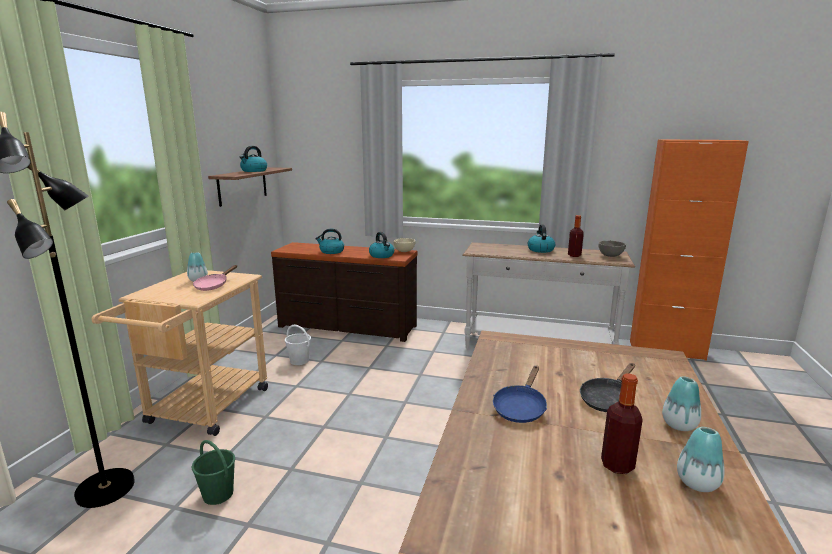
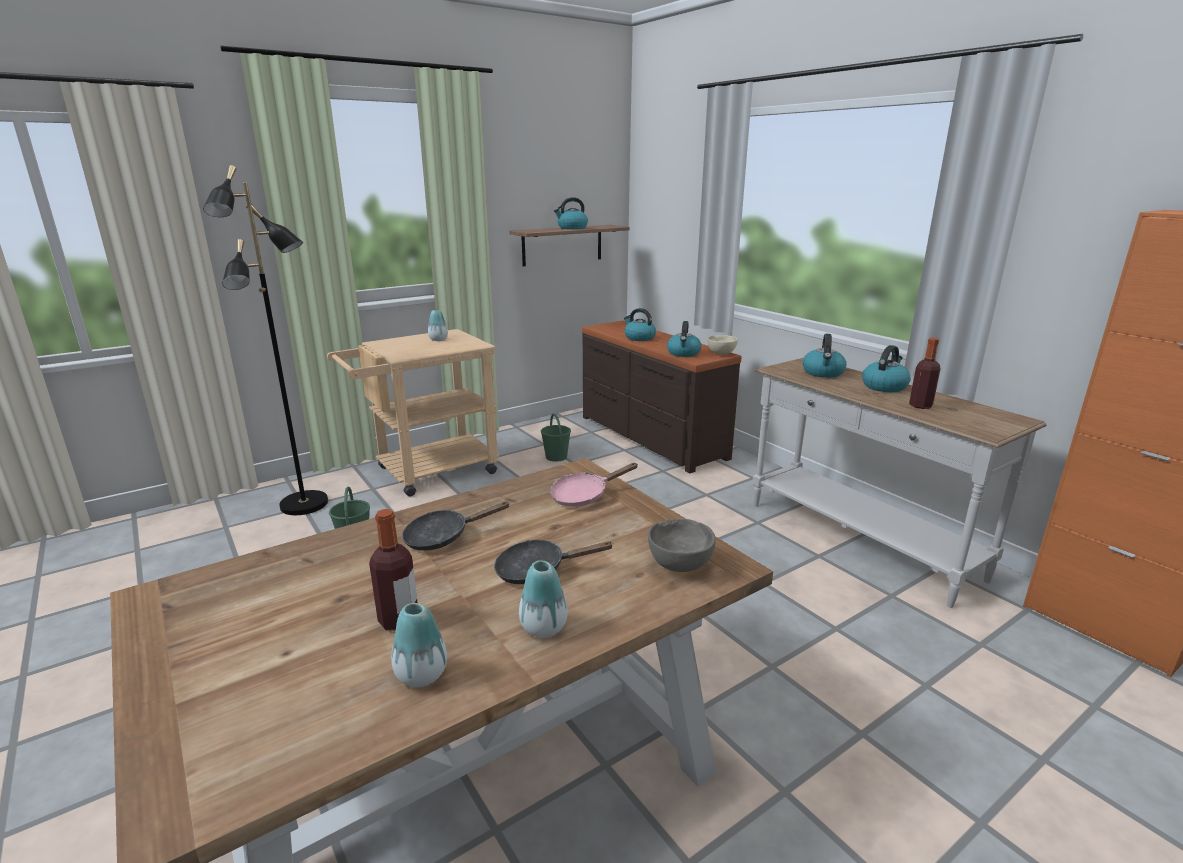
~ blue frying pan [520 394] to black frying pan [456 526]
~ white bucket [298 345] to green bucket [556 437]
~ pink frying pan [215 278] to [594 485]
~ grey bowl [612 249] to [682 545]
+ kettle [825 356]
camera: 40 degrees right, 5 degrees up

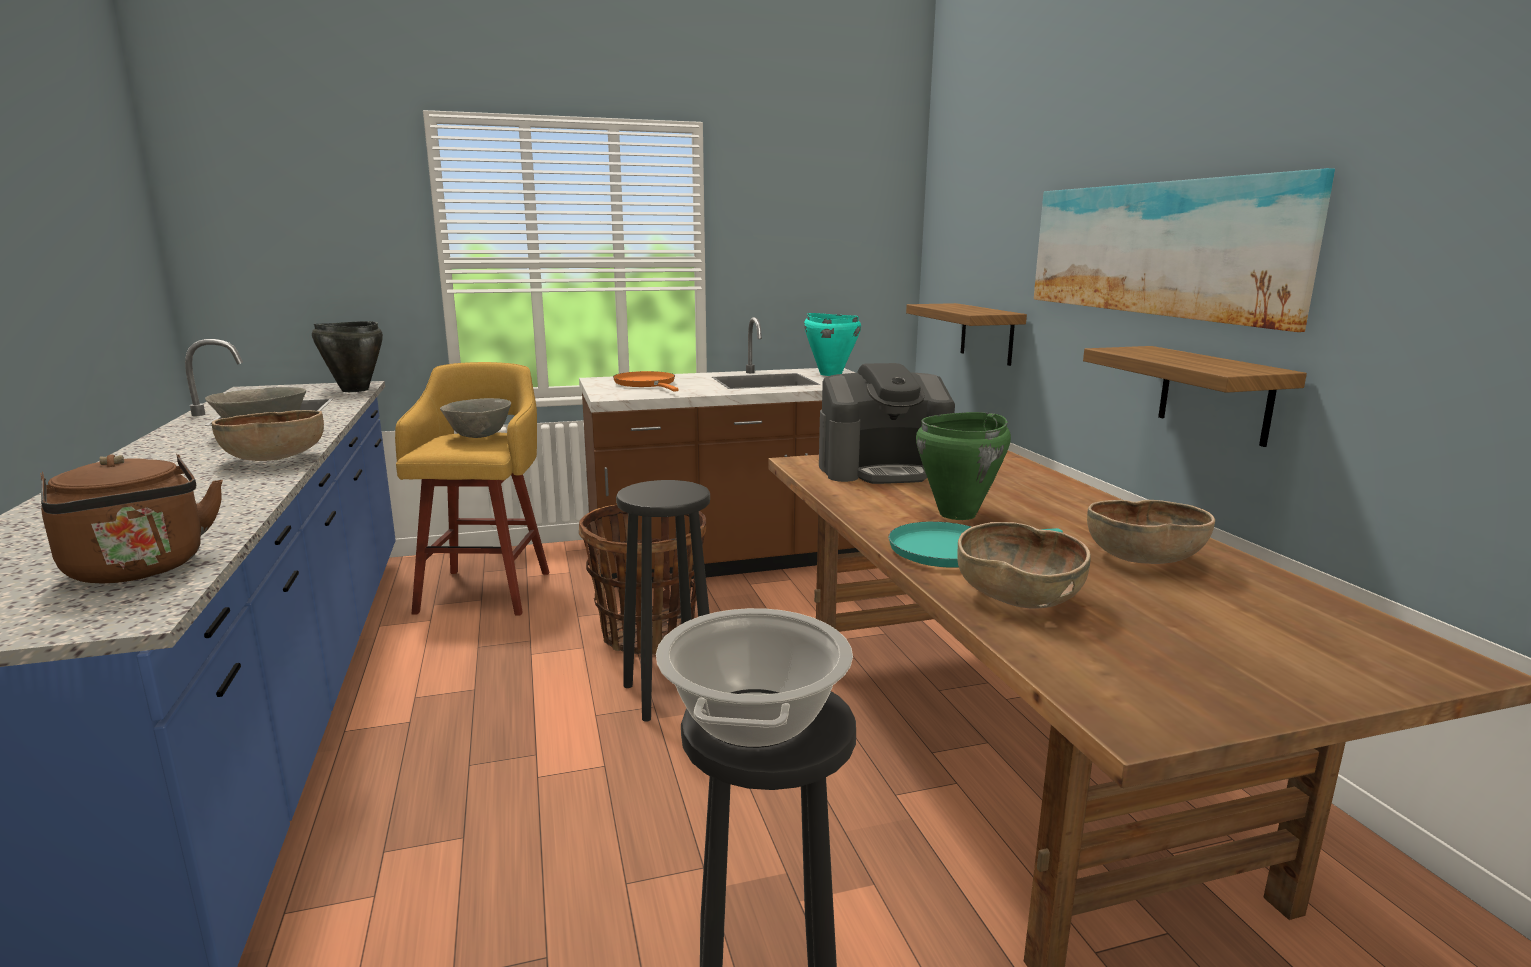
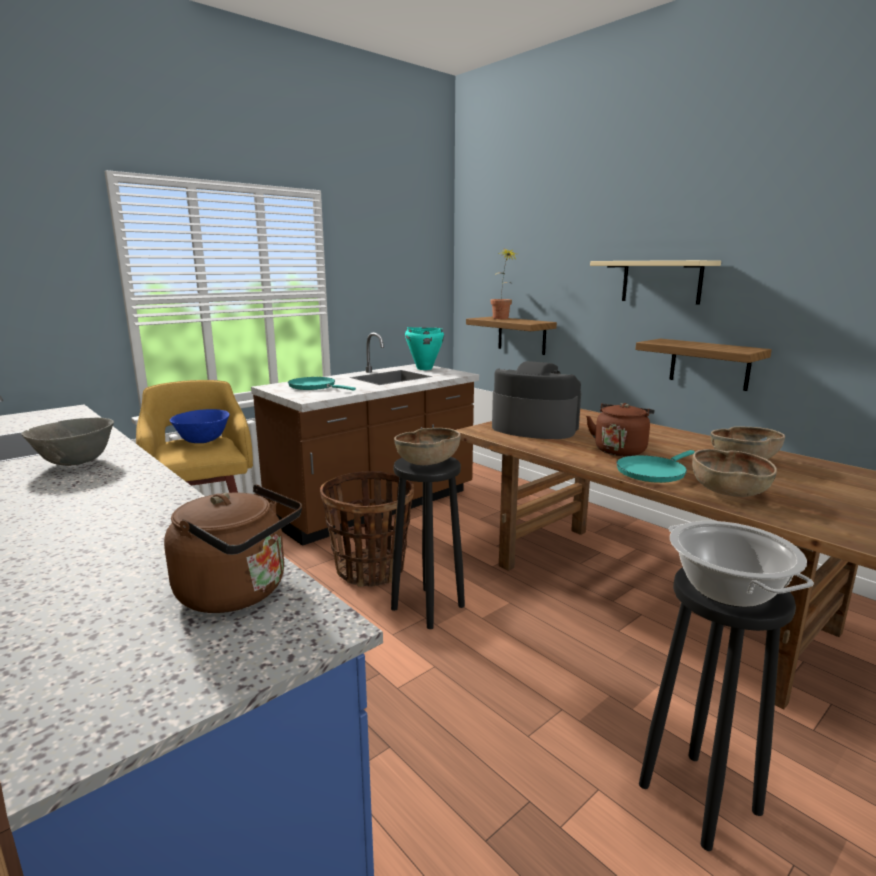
~ grey bowl [475 418] to blue bowl [199 426]
~ orange frying pan [646 381] to turquoise frying pan [322 383]
~ brown bowl [268 435] to [427 446]
+ potted plant [504 284]
~ coffee machine [887 423] = [536 400] 120 degrees counterclockwise
~ green cooking pot [963 466] to brown kettle [620 429]
~ picture [1184 250] to beige shelf [655 282]
- black cooking pot [347 356]
camera: 25 degrees left, 0 degrees up

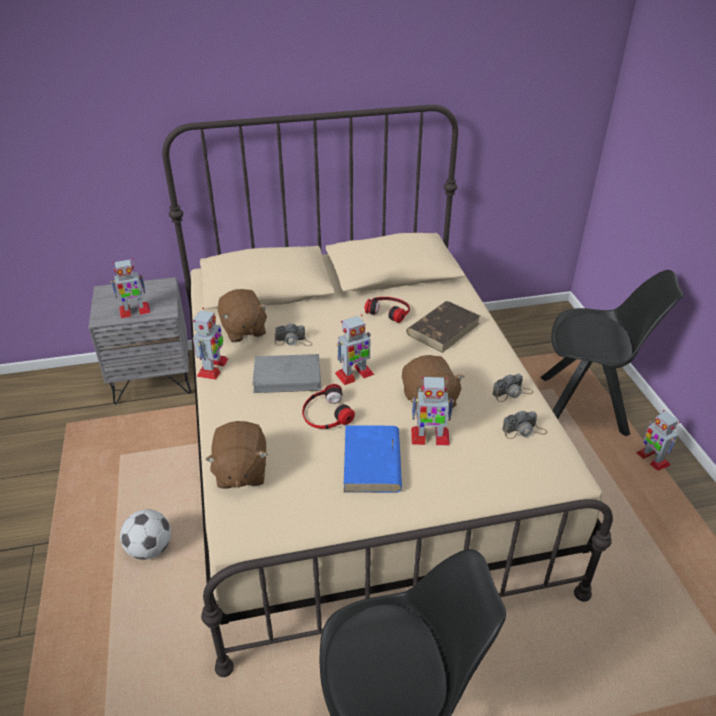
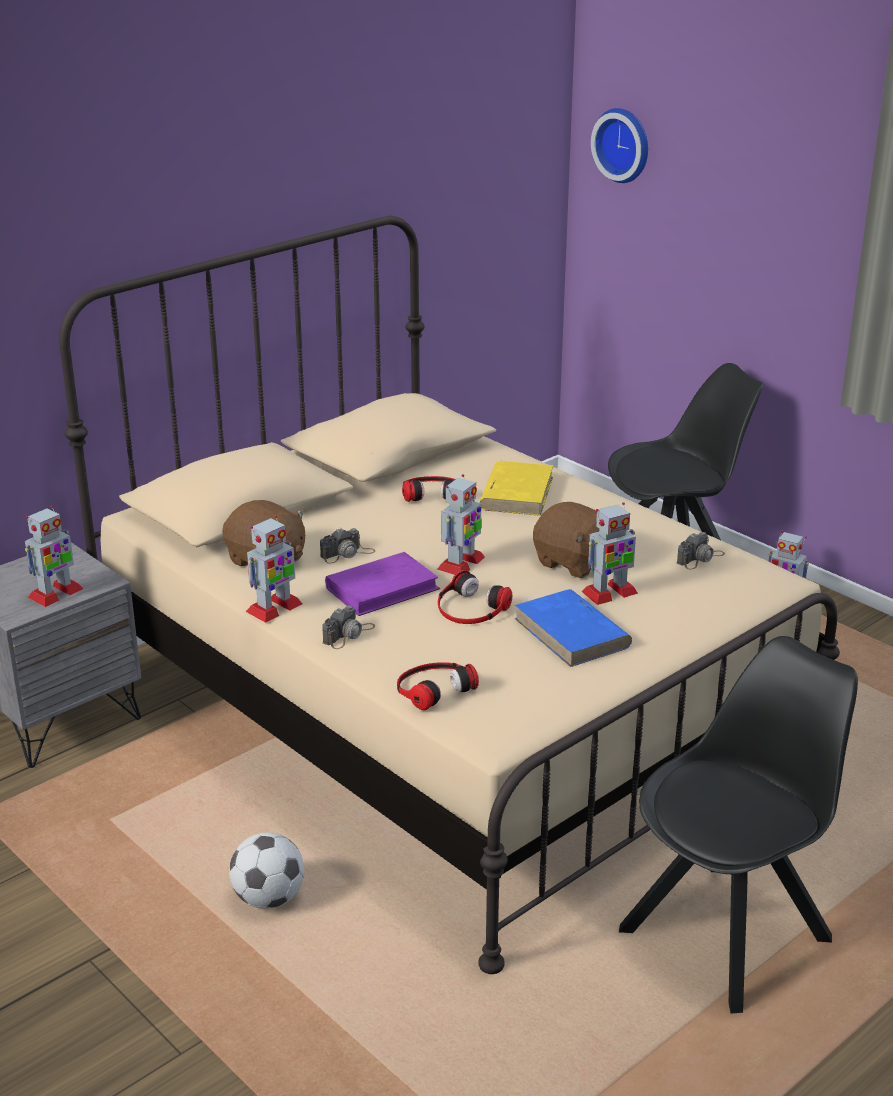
~ toy robot [210 343] = [274 569] 60 degrees clockwise
~ photo camera [513 388] to [348 627]
~ grey book [286 373] to purple book [382 584]
~ brown plush toy [236 455] to headphones [438 686]
~ brown book [443 327] to yellow book [516 488]
+ wall clock [619 145]
camera: 30 degrees left, 10 degrees down

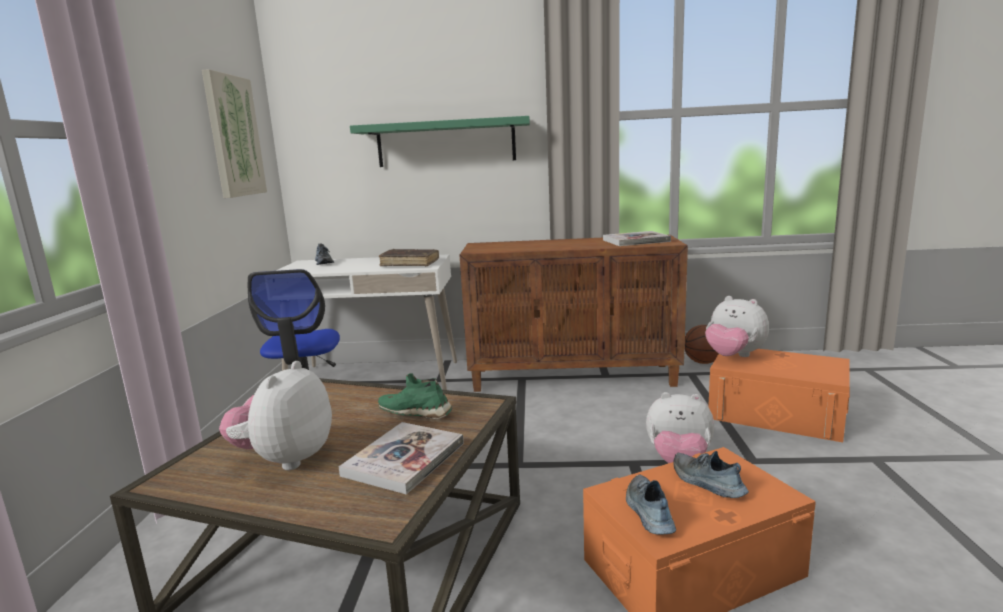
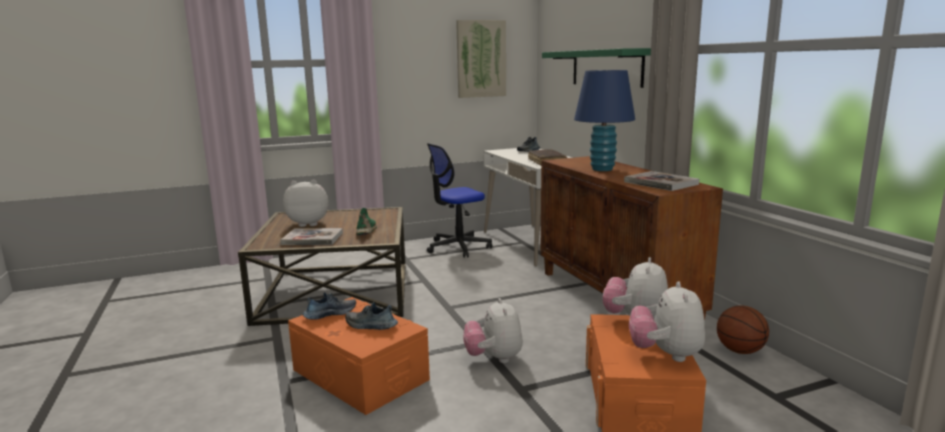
~ shoe [711 474] = [371 316] 105 degrees counterclockwise
+ blue table lamp [604 120]
+ plush toy [667 321]
camera: 65 degrees right, 0 degrees up

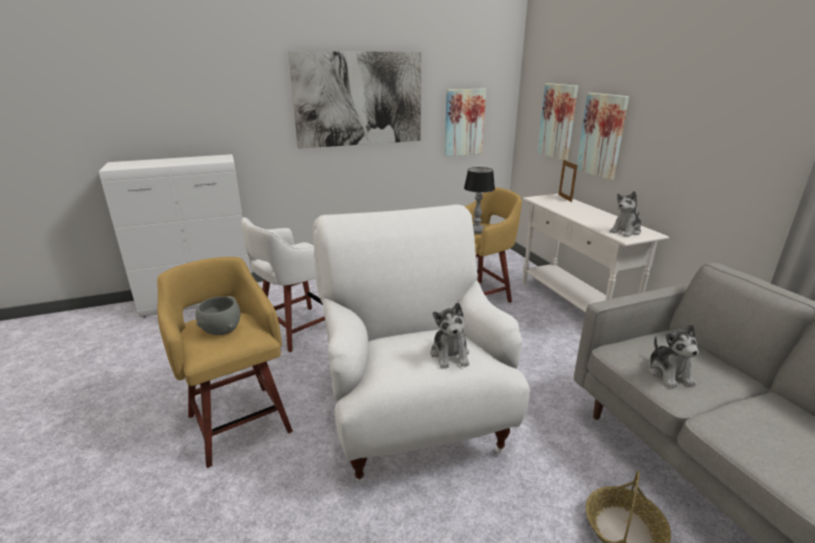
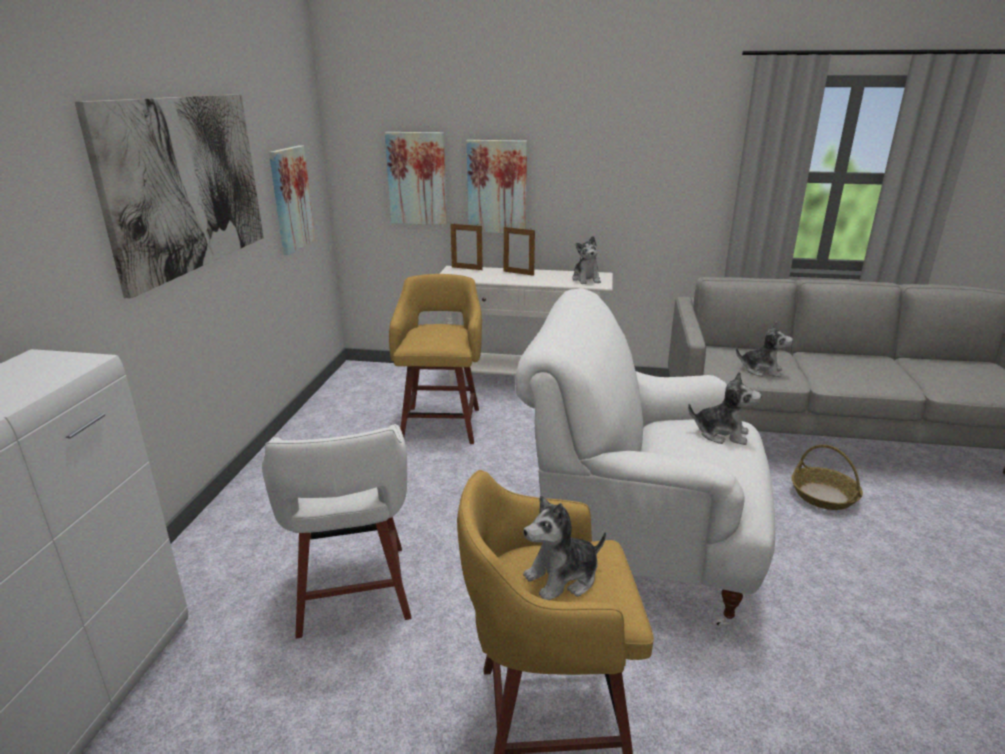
+ picture frame [519 251]
~ grey bowl [218 315] to plush toy [564 547]
- table lamp [479 200]
camera: 60 degrees left, 0 degrees up

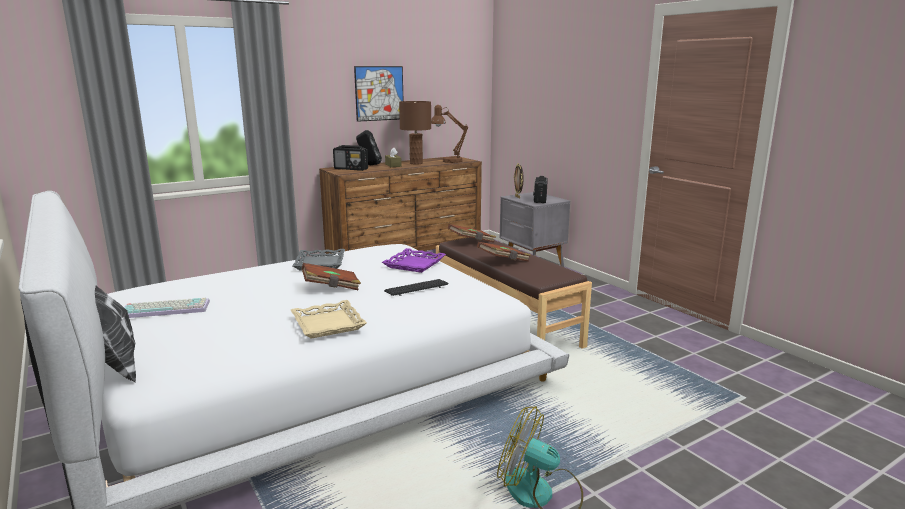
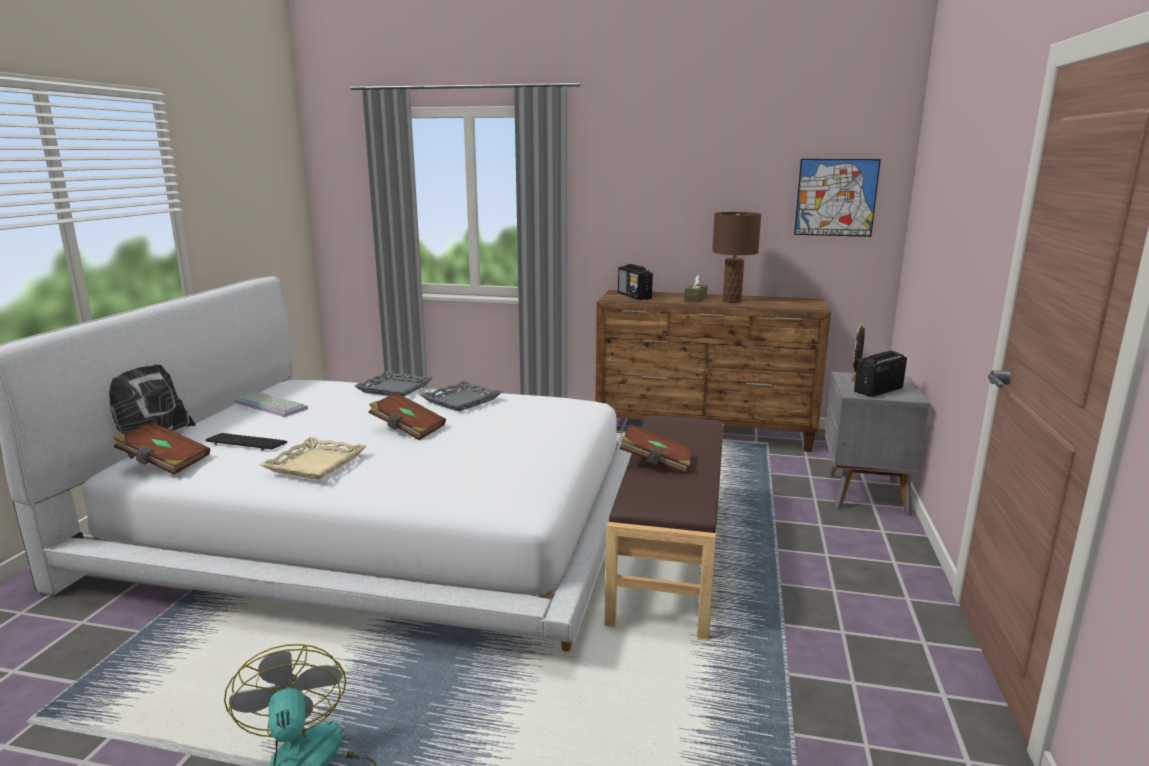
~ brown book [472 233] to [161 448]
~ keyboard [416 287] to [246 441]
+ grey tray [394 383]
~ picture [378 94] to [837 198]
- black speaker [369 147]
- purple tray [414 260]
- brown table lamp [449 134]
camera: 45 degrees right, 0 degrees up

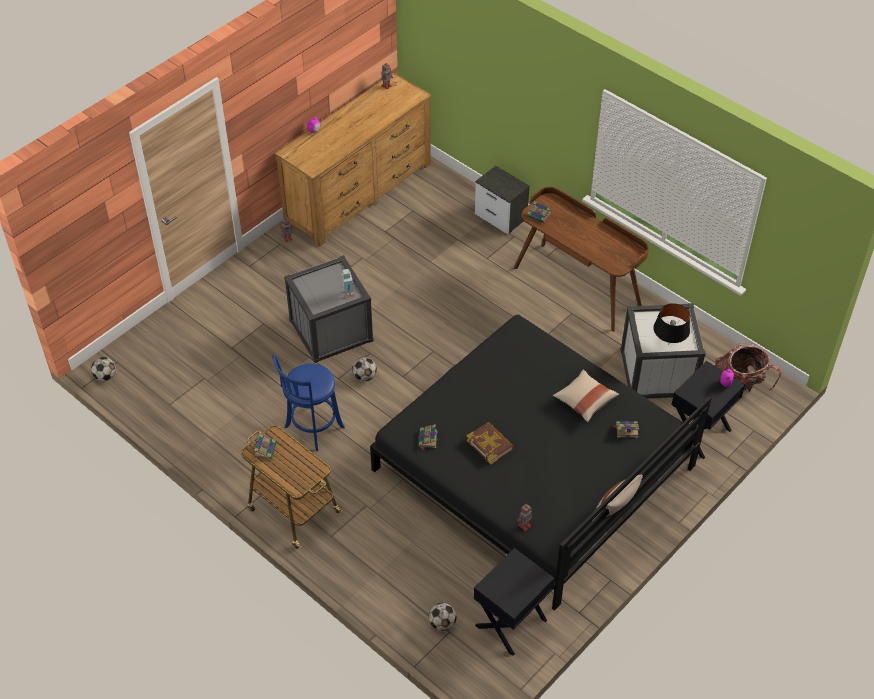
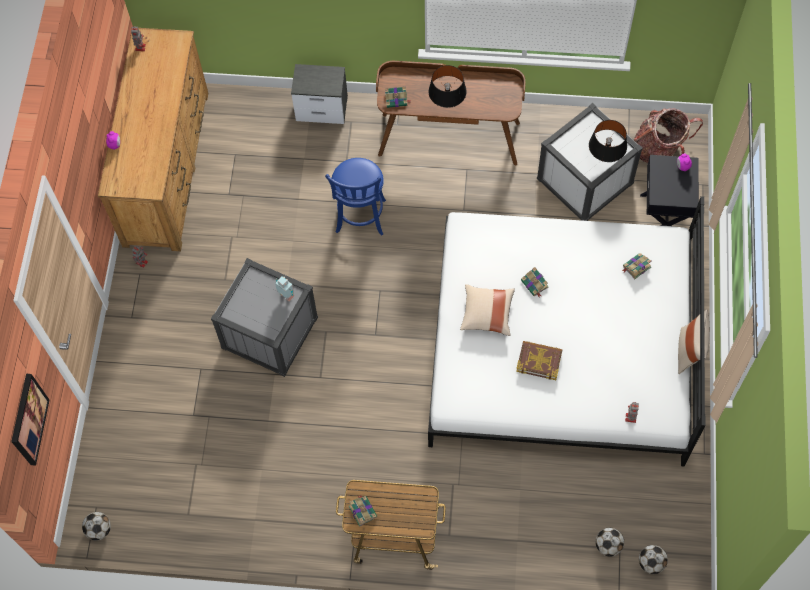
+ picture [30 420]
~ blue stool [308 402] to [355 197]
~ black bed [540 463] to white bed [566 331]
+ black table lamp [448 86]
~ beige pillow [586 396] to [487 310]
~ book [428 437] to [535 282]
~ football [364 369] to [653 559]
- black nightstand [514 602]
camera: 35 degrees left, 15 degrees up

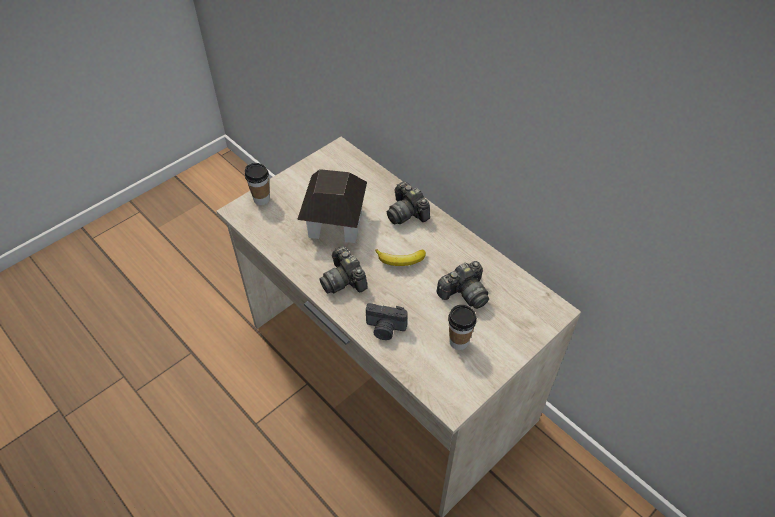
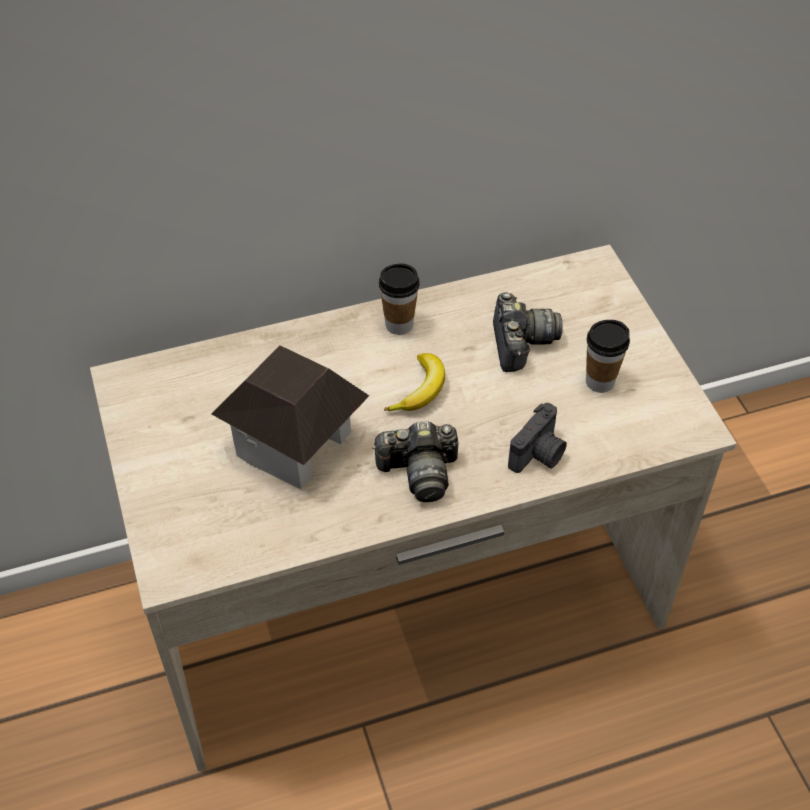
~ cup [257 184] to [399 299]
- photo camera [408 202]
camera: 65 degrees left, 0 degrees up

